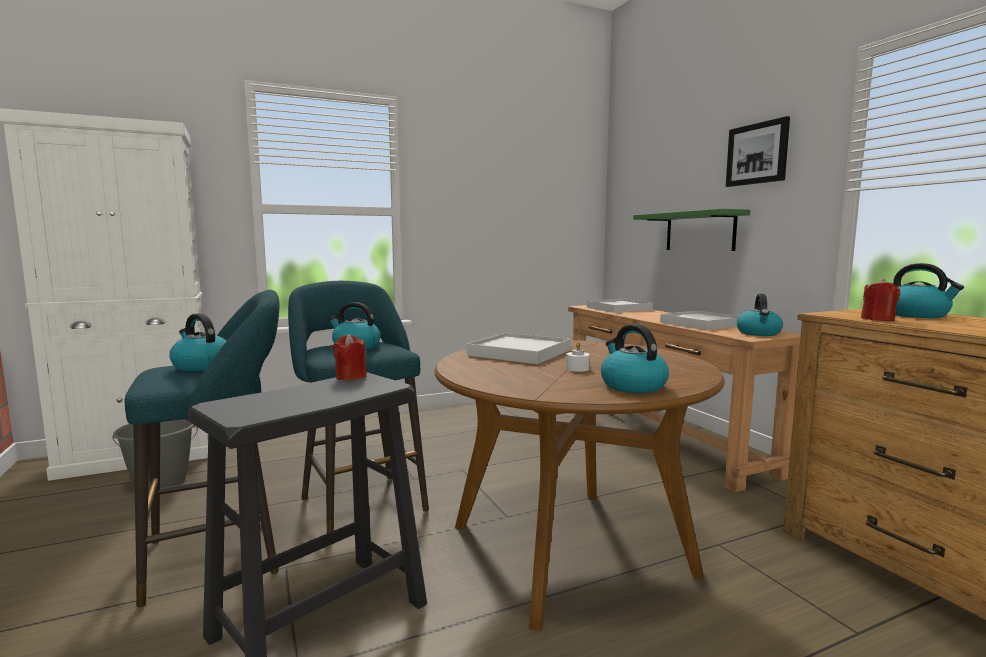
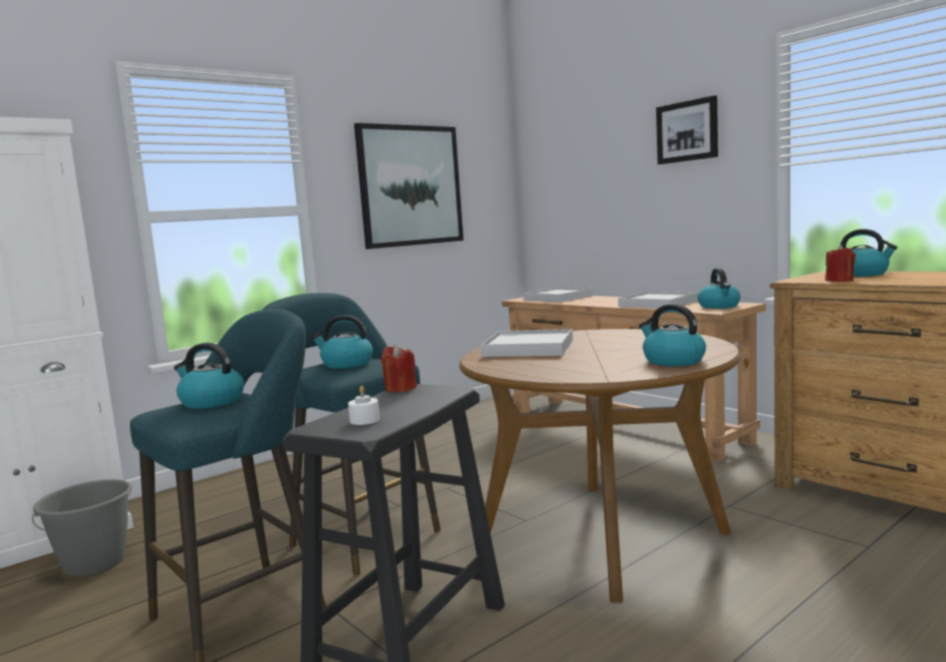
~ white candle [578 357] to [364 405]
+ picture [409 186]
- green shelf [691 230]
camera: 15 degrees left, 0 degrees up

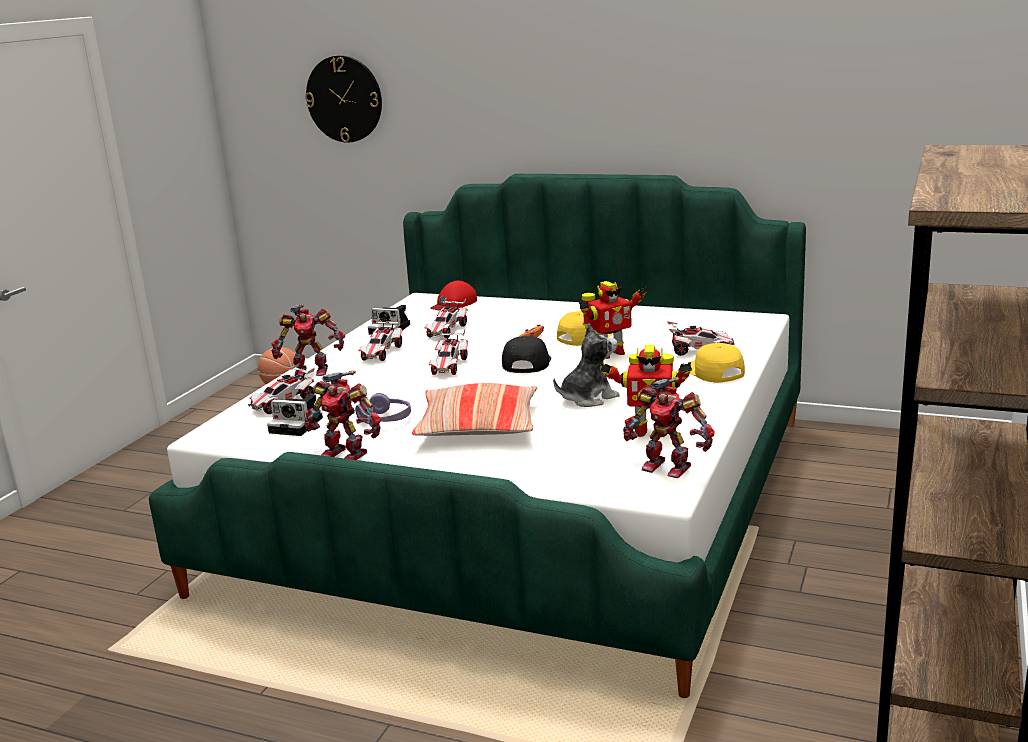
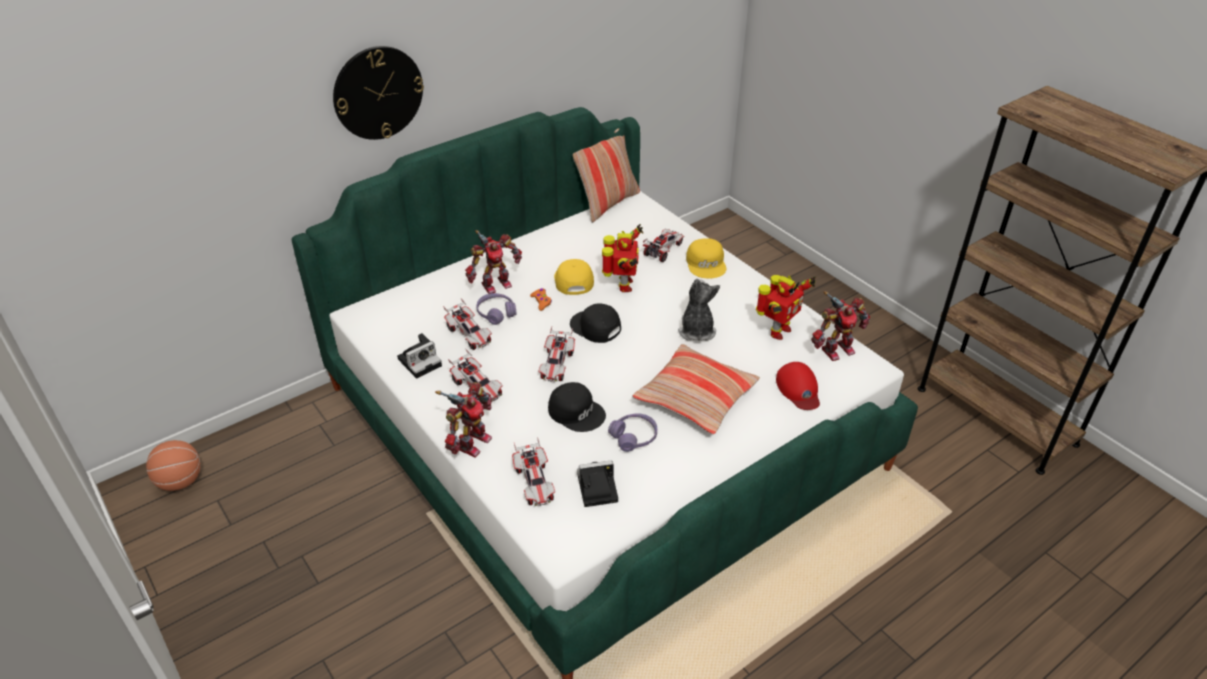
~ wall clock [343 99] to [378 93]
~ toy robot [342 415] to [493 262]
+ purple headphones [496 309]
~ toy car [448 352] = [556 354] 60 degrees clockwise
+ black cap [577 407]
+ pillow [606 175]
~ photo camera [295 415] = [597 484] 150 degrees counterclockwise
~ yellow cap [717 363] = [706 258] 105 degrees counterclockwise
~ red cap [453 296] to [798 386]
camera: 60 degrees left, 20 degrees up

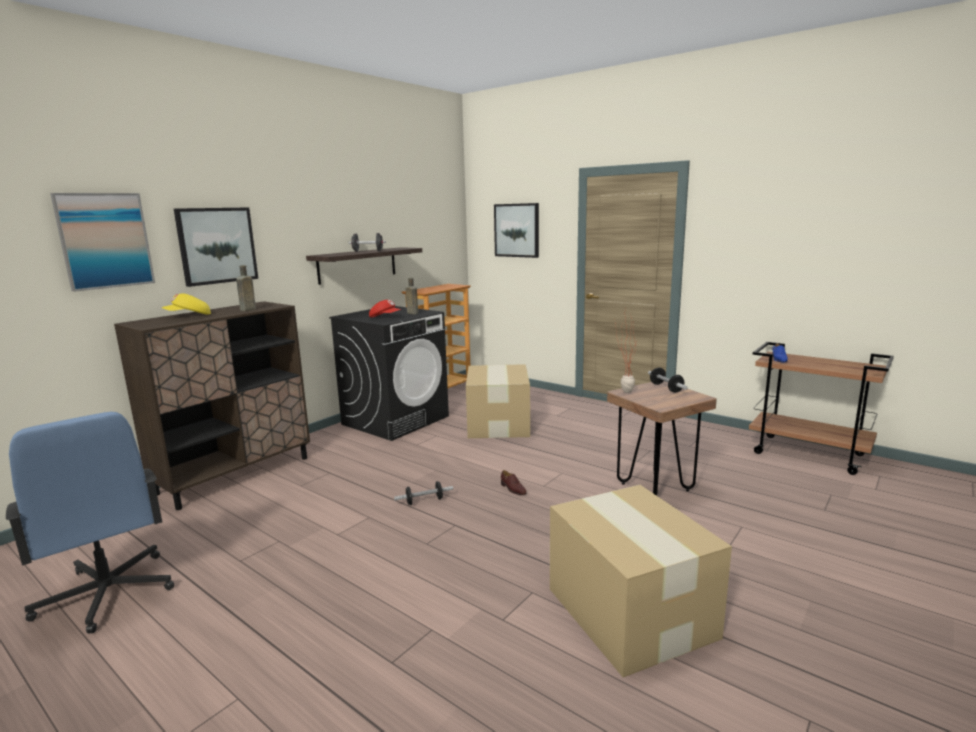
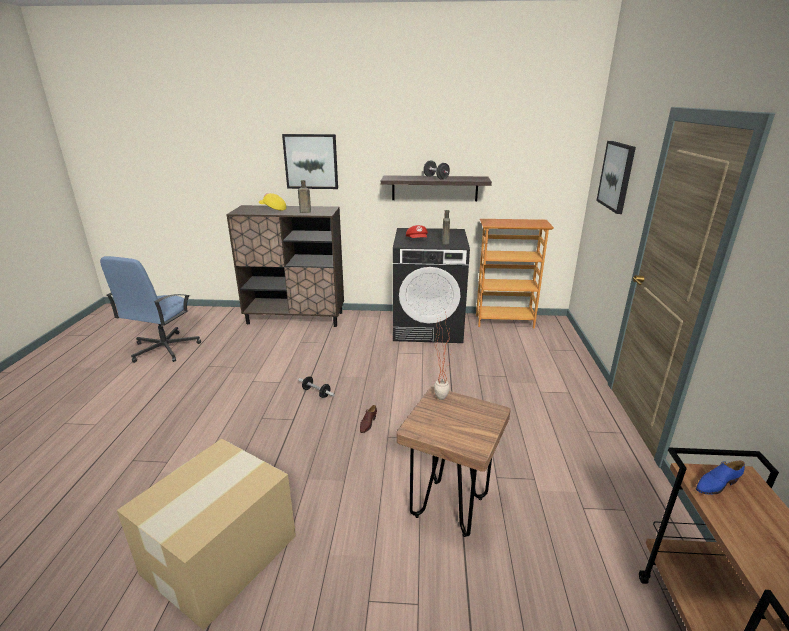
- picture [102 242]
- cardboard box [498 401]
- dumbbell [668 380]
camera: 55 degrees right, 10 degrees up

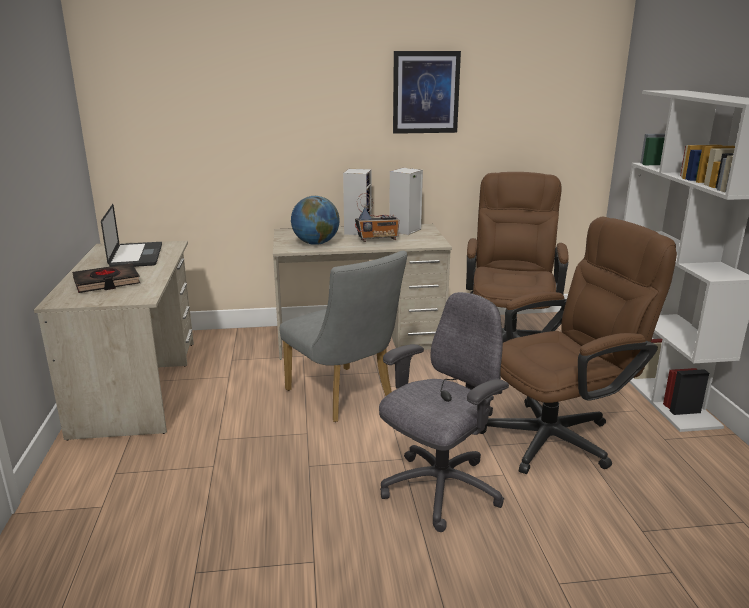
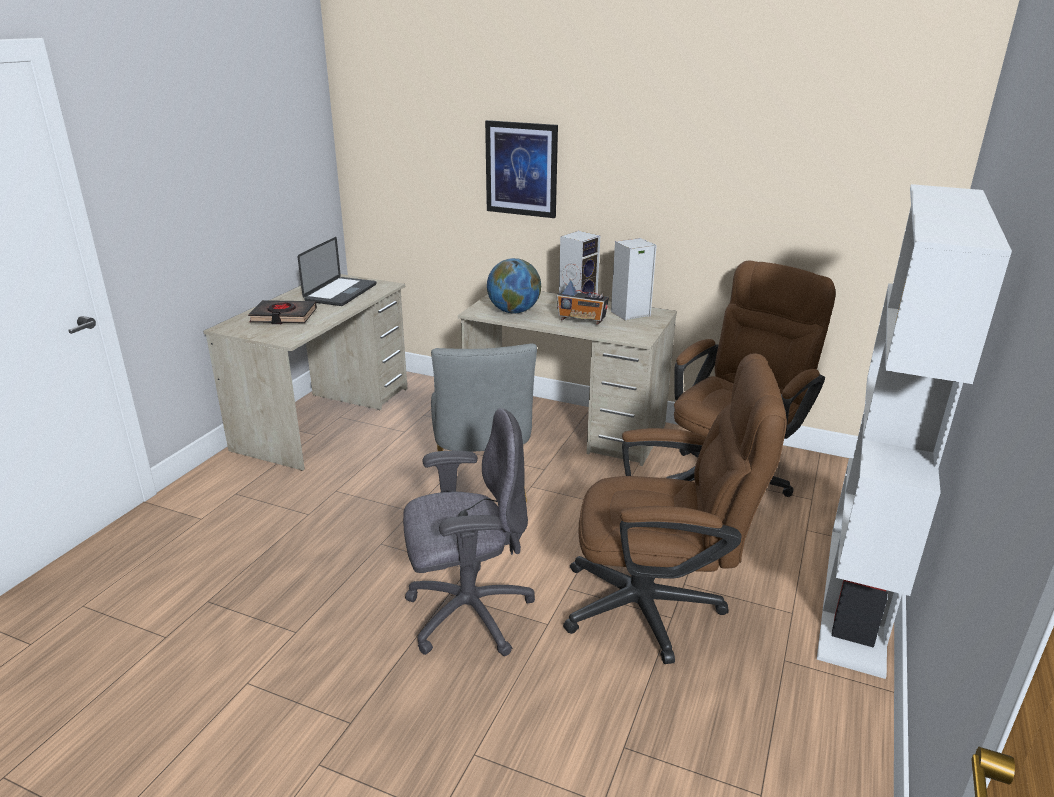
~ picture [427 92] to [521 169]
camera: 30 degrees right, 5 degrees up

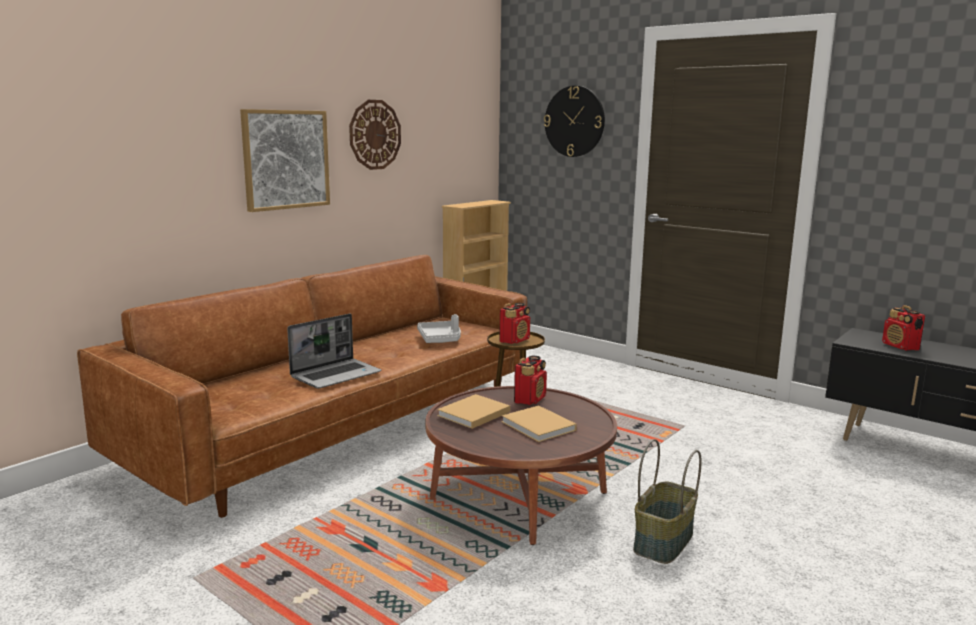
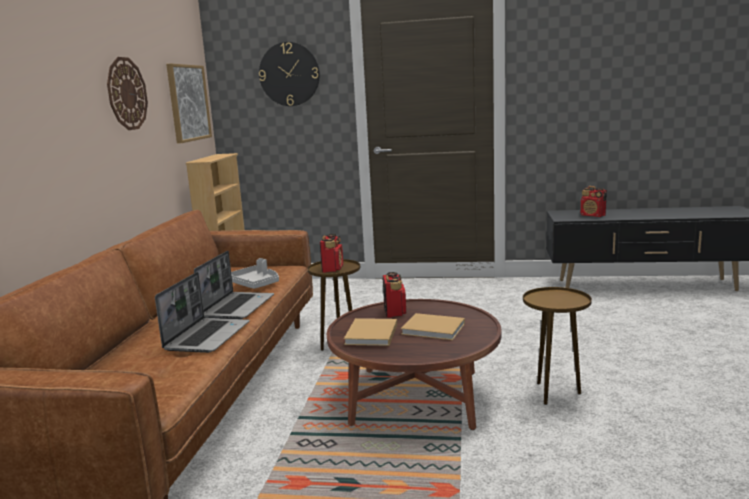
~ picture [285 160] to [189 103]
+ laptop [234 285]
~ basket [667 501] to brown side table [557 346]
camera: 30 degrees left, 0 degrees up

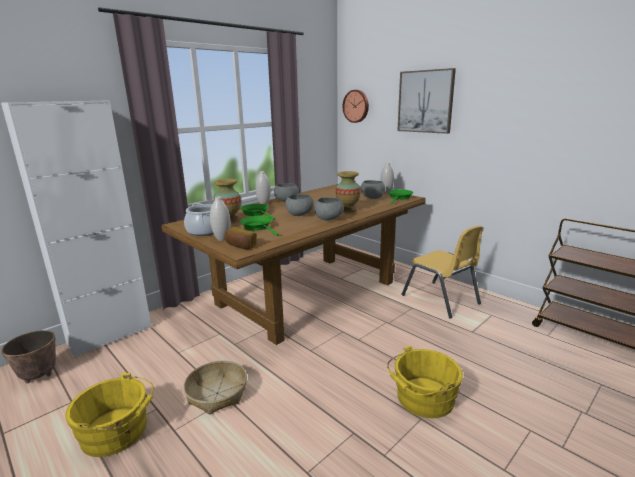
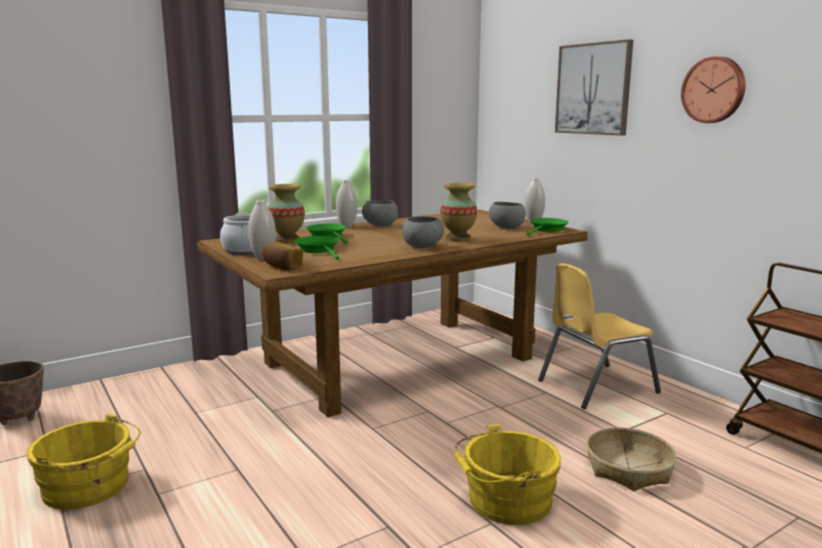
~ yellow chair [442 272] = [599 336] 90 degrees clockwise
~ basket [215 388] to [632 459]
~ wall clock [356 106] to [713 89]
- white cabinet [76 229]
- grey bowl [299 205]
camera: 10 degrees right, 5 degrees down

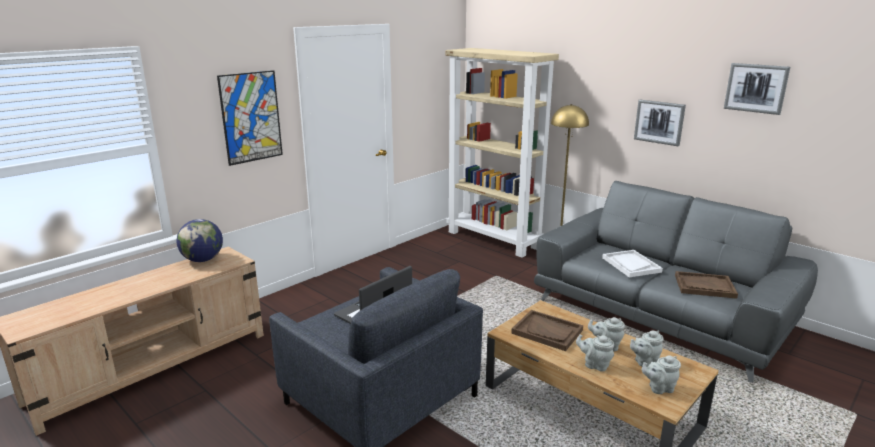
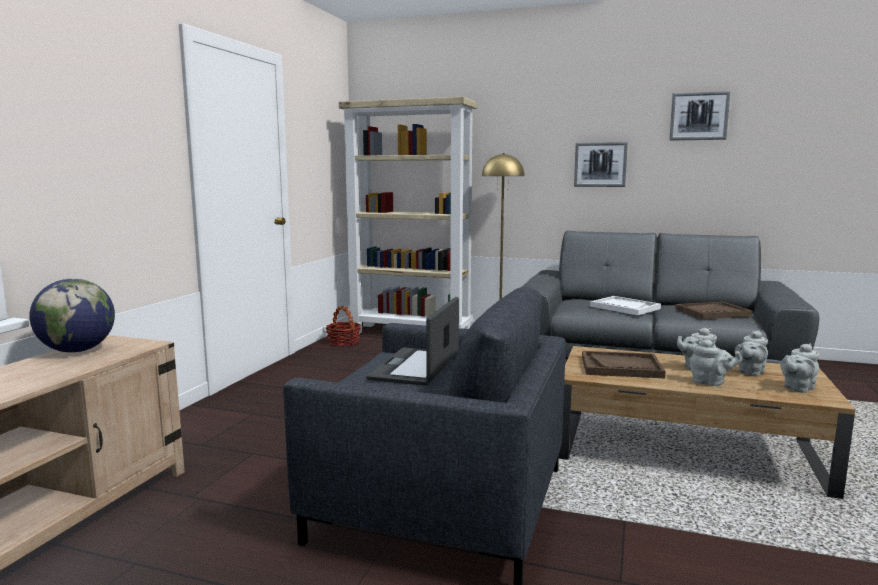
+ basket [343 326]
~ grey teapot [595 353] = [715 362] 150 degrees counterclockwise
- picture [250 118]
camera: 25 degrees left, 10 degrees down

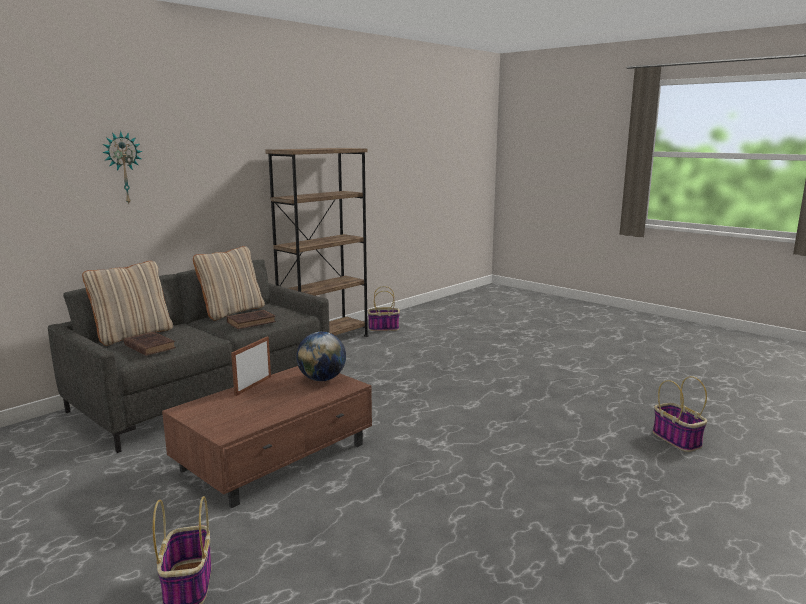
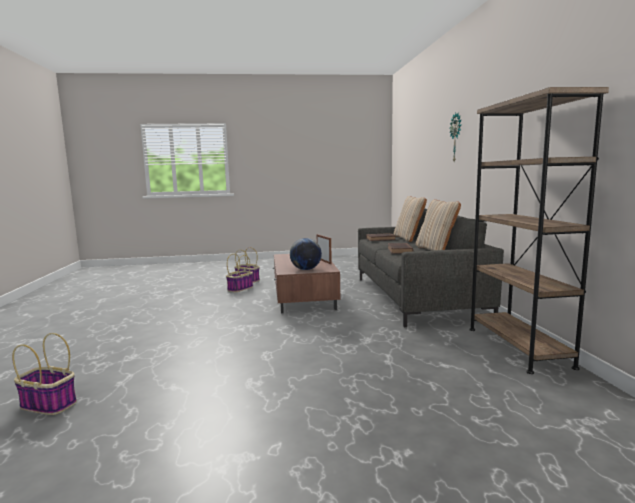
~ basket [383 308] to [239 273]
camera: 130 degrees right, 5 degrees down

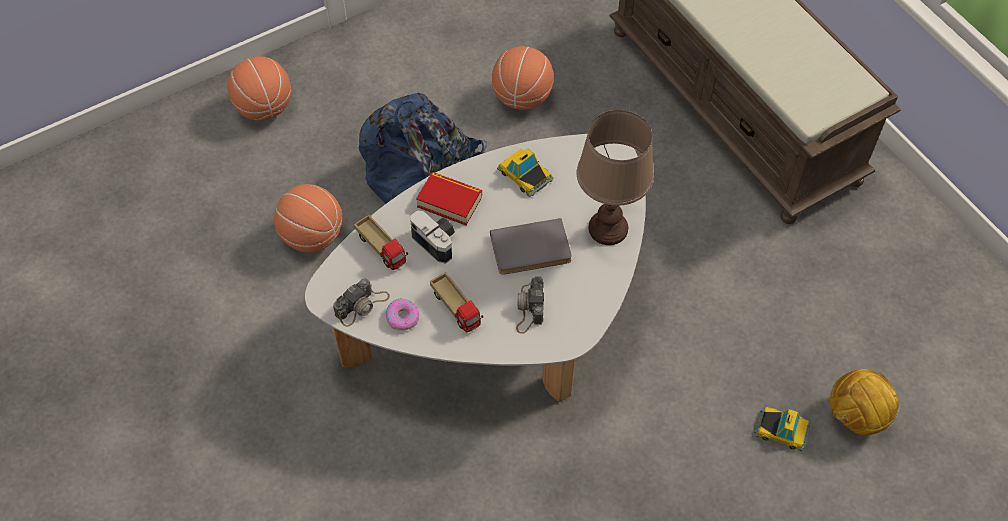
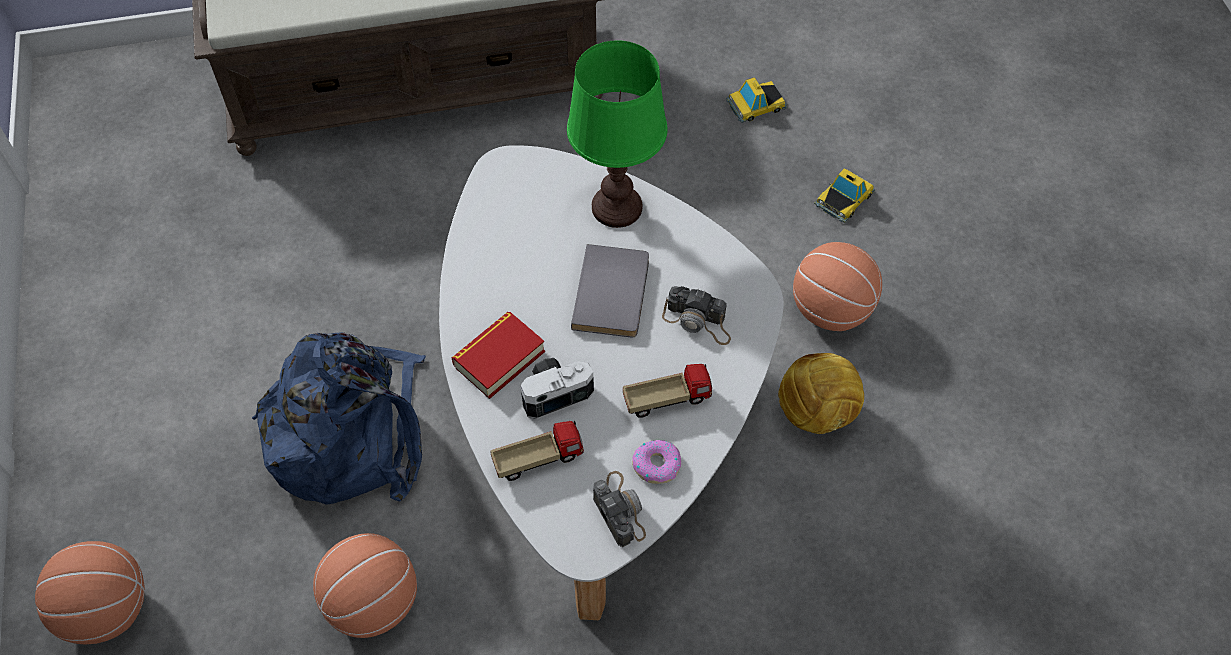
~ brown table lamp [615 177] to green table lamp [617 134]
~ toy car [525 172] to [756 100]
~ football [864 402] to [821 393]
~ basketball [523 78] to [837 286]
camera: 70 degrees left, 0 degrees up

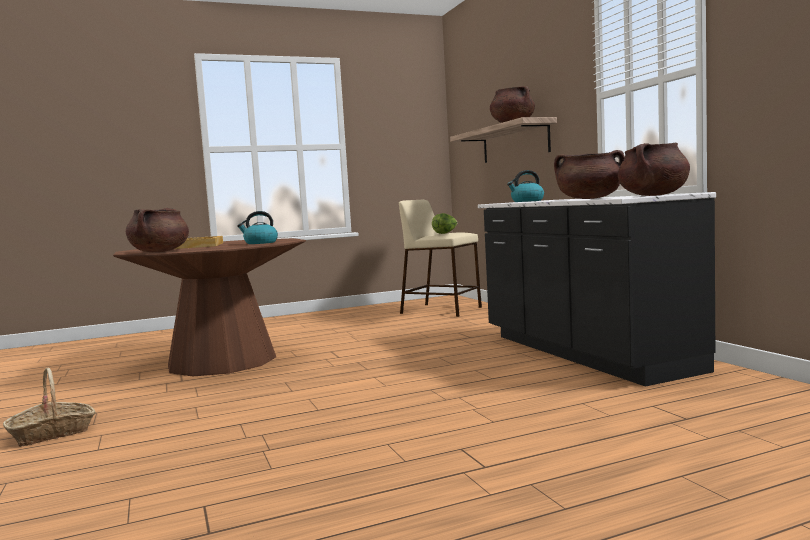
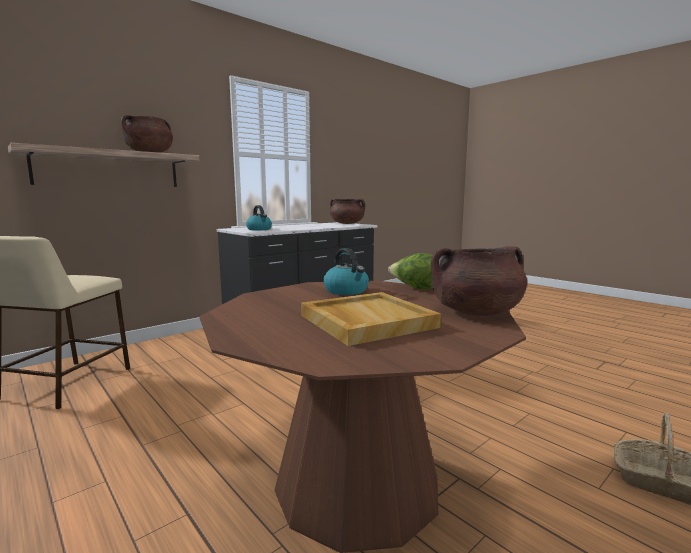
~ lettuce [445 223] to [414 271]
- brown cooking pot [589 174]
camera: 110 degrees left, 5 degrees up

